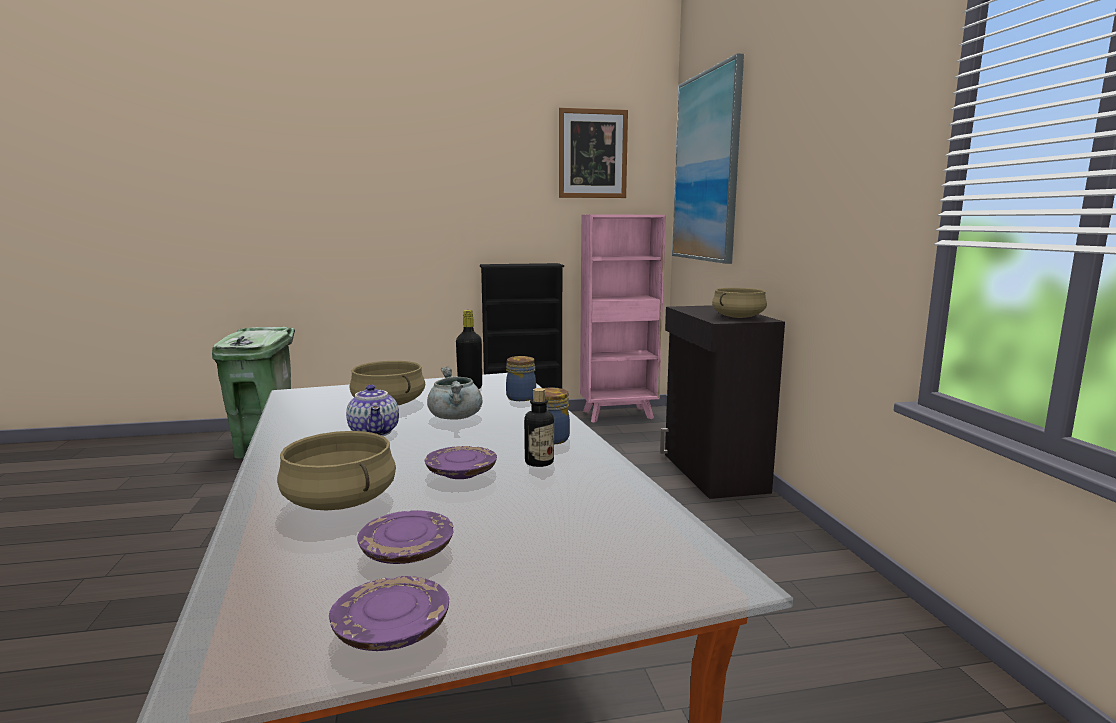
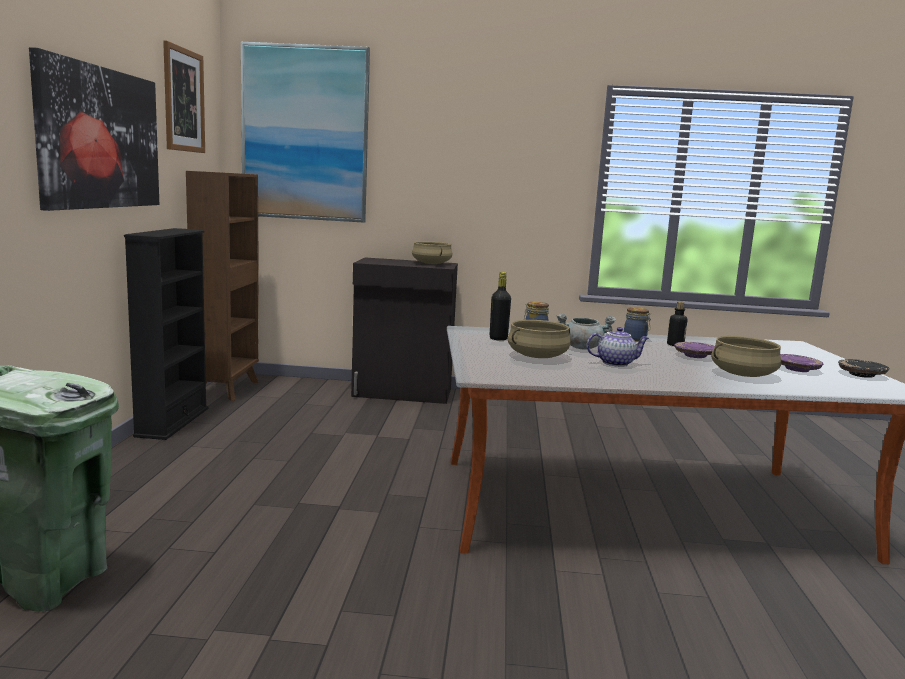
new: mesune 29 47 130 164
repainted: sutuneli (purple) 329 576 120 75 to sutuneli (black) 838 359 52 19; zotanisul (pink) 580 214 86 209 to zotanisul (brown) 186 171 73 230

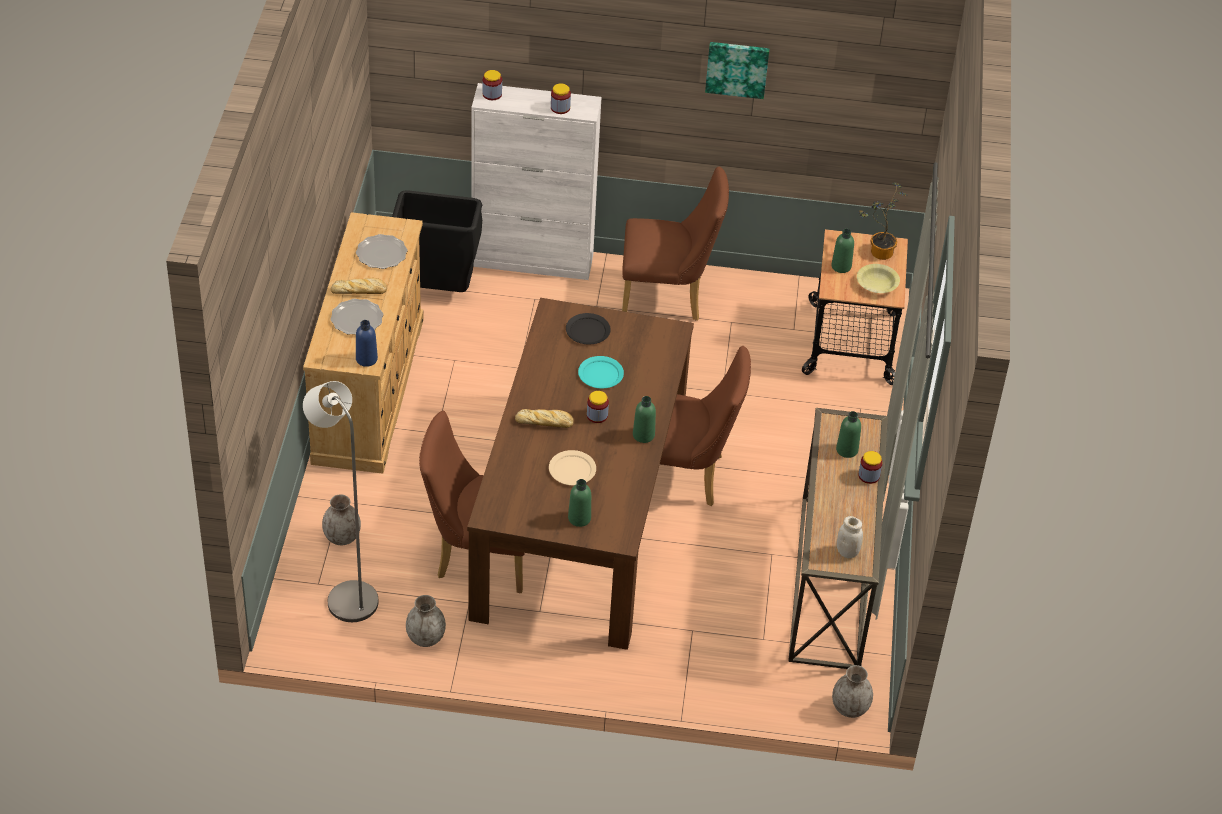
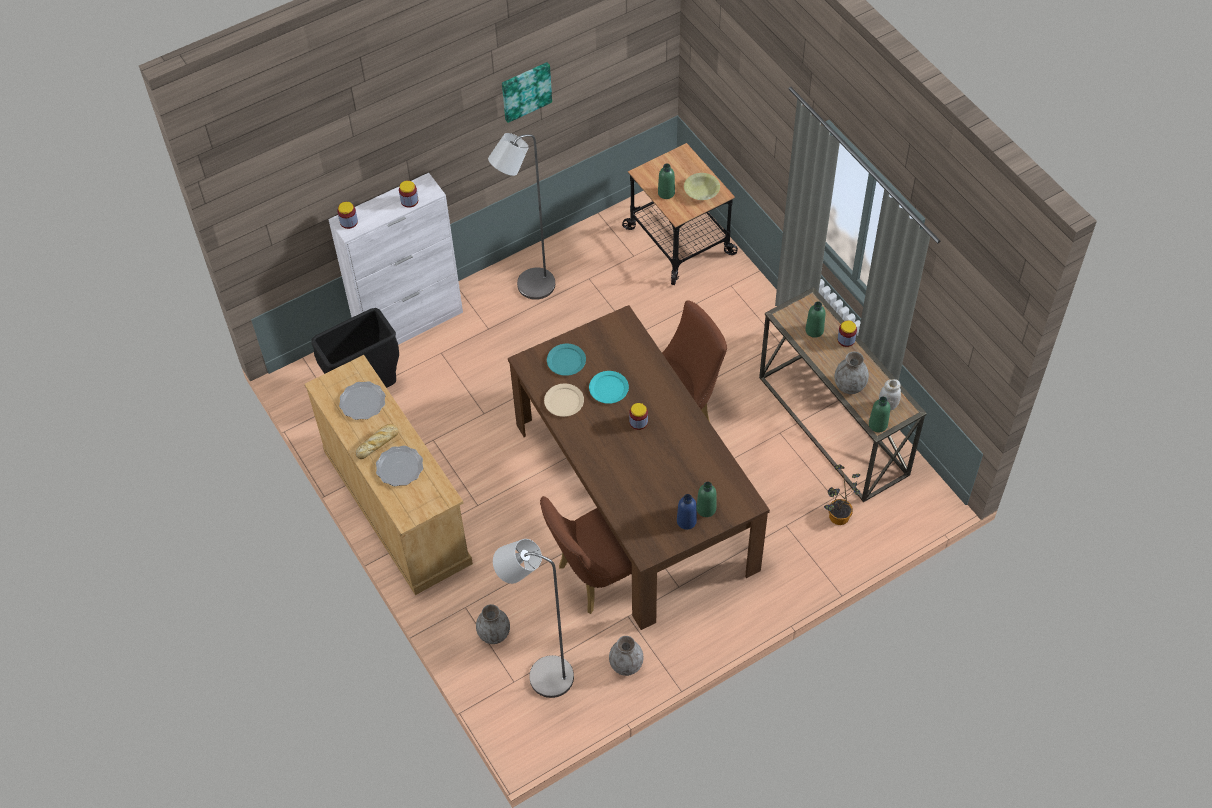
gone: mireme 515 409 59 19
shifted: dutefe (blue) 356 320 22 47 to 677 494 20 36; sutuneli (beige) 549 450 47 35 to 544 384 40 33; dutefe (green) 633 396 23 47 to 869 397 21 35; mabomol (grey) 832 665 41 53 to 835 352 34 42; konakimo 858 182 49 78 to 824 464 36 61
swapped: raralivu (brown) 622 167 107 154 to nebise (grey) 488 133 67 167
repainted: sutuneli (black) 566 313 45 31 to sutuneli (turquoise) 547 344 39 32

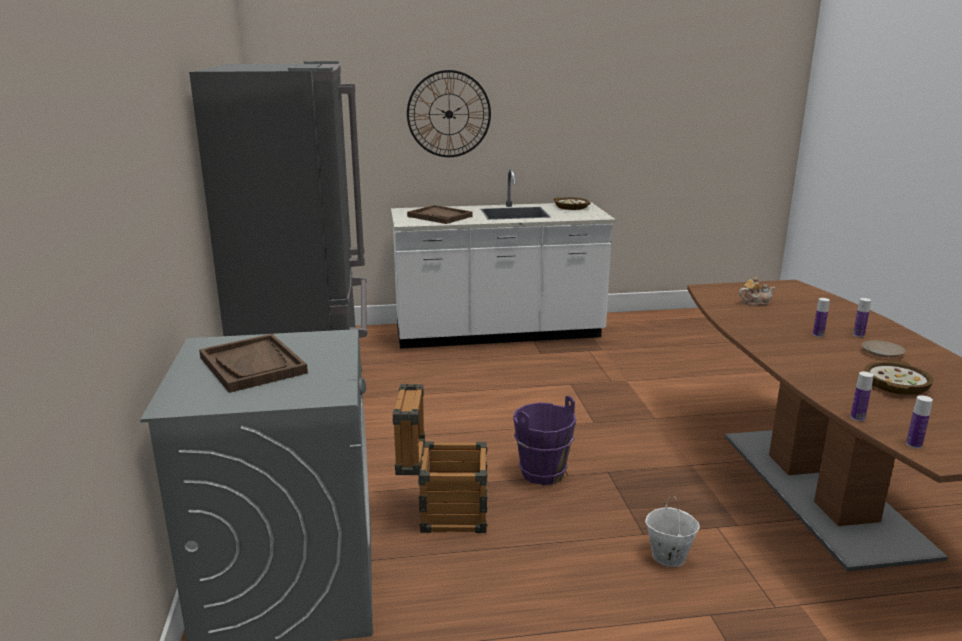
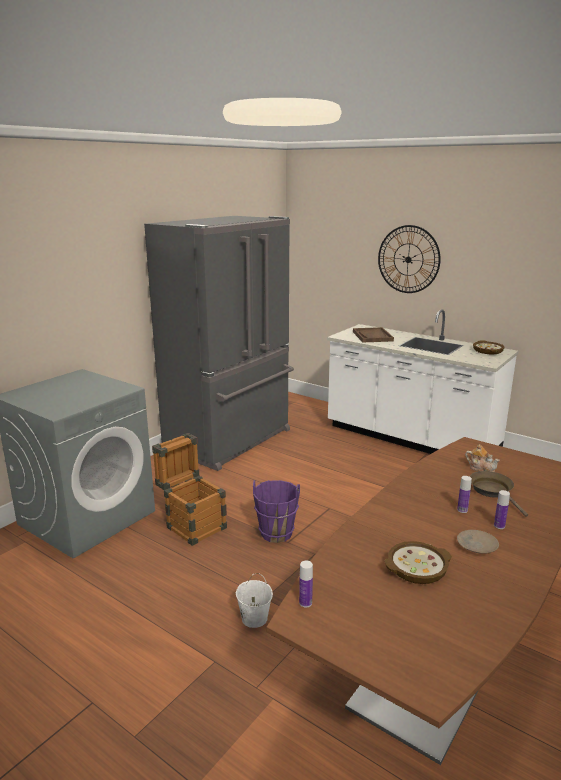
gone: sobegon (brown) 199 334 109 59; dutefe 850 371 24 50
new: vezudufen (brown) 469 471 59 46

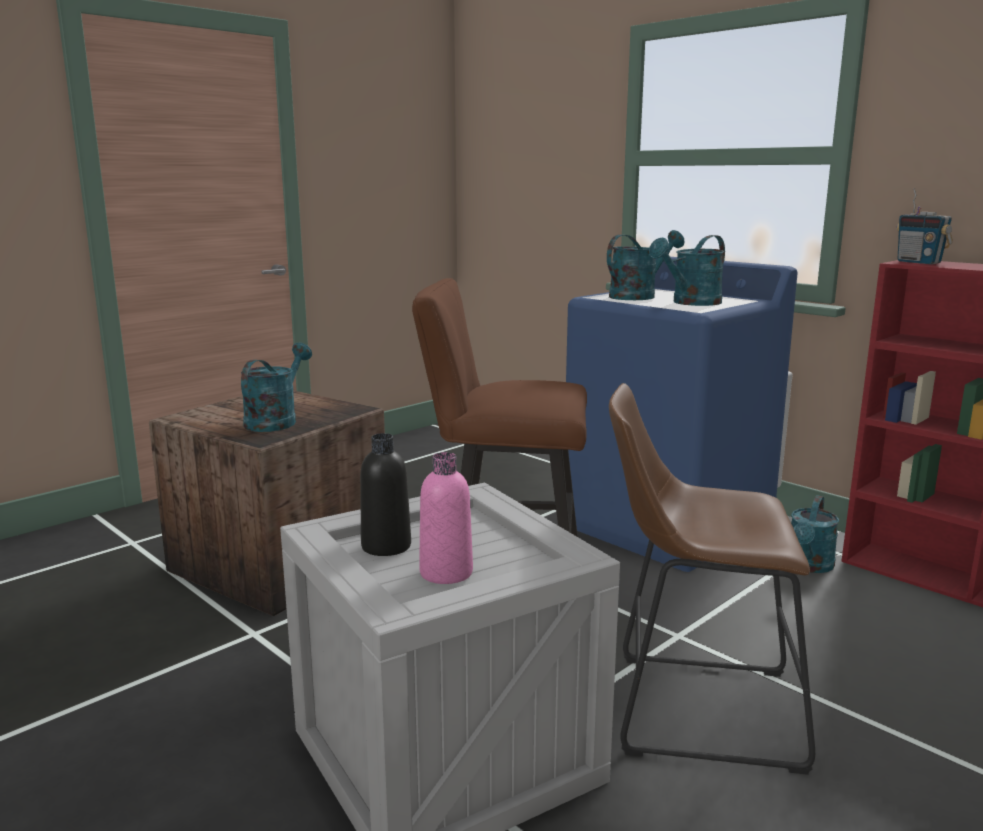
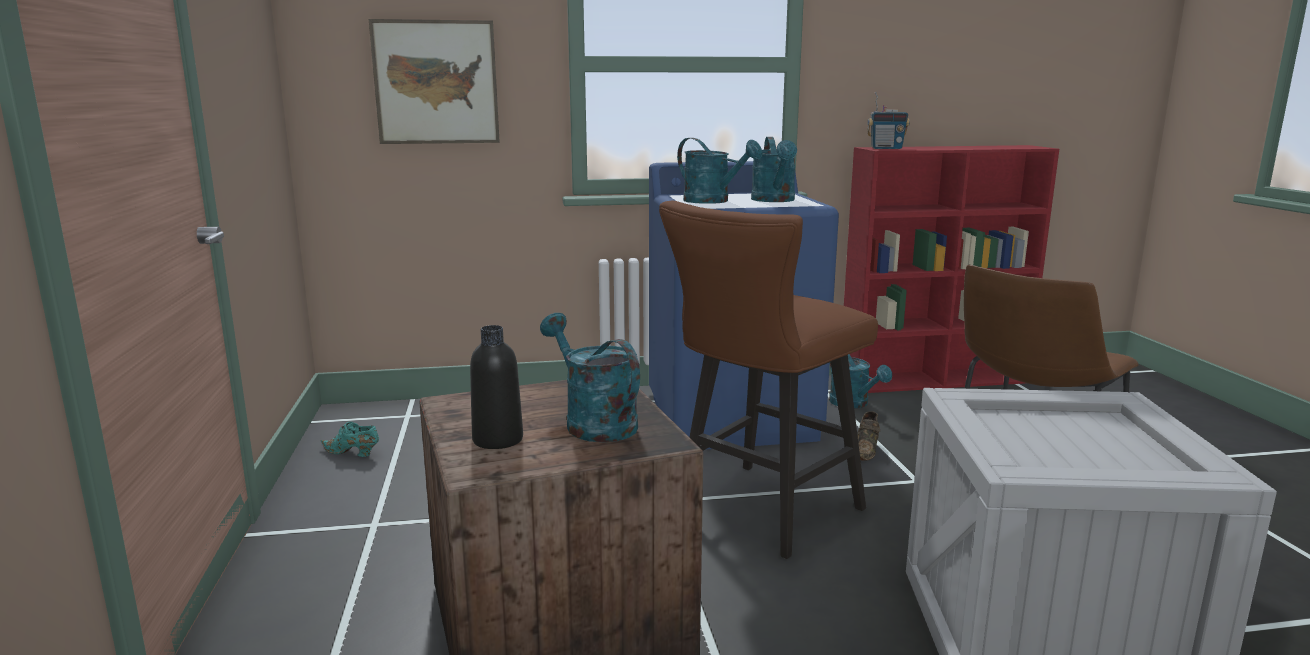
gone: dutefe (pink) 419 452 54 132
new: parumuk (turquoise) 321 422 58 35; mesune 369 19 131 125; parumuk (brown) 857 411 23 50
shifted: dutefe (black) 360 433 51 123 to 470 325 53 124
rotated: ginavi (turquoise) 607 230 77 70 = 677 138 85 66 135 degrees clockwise

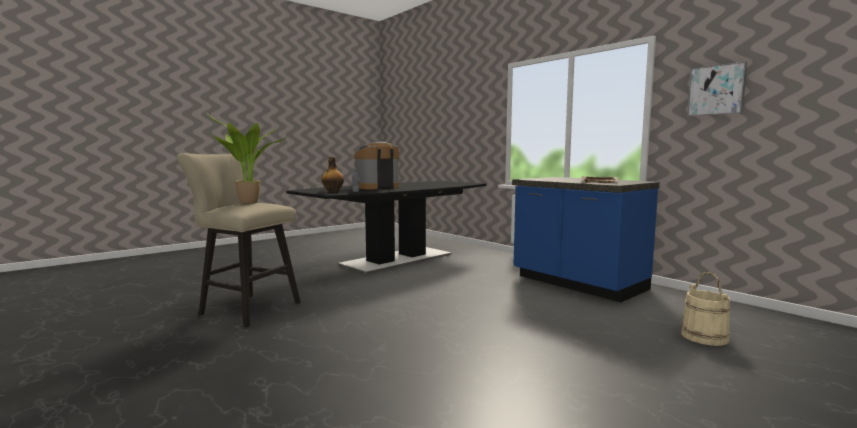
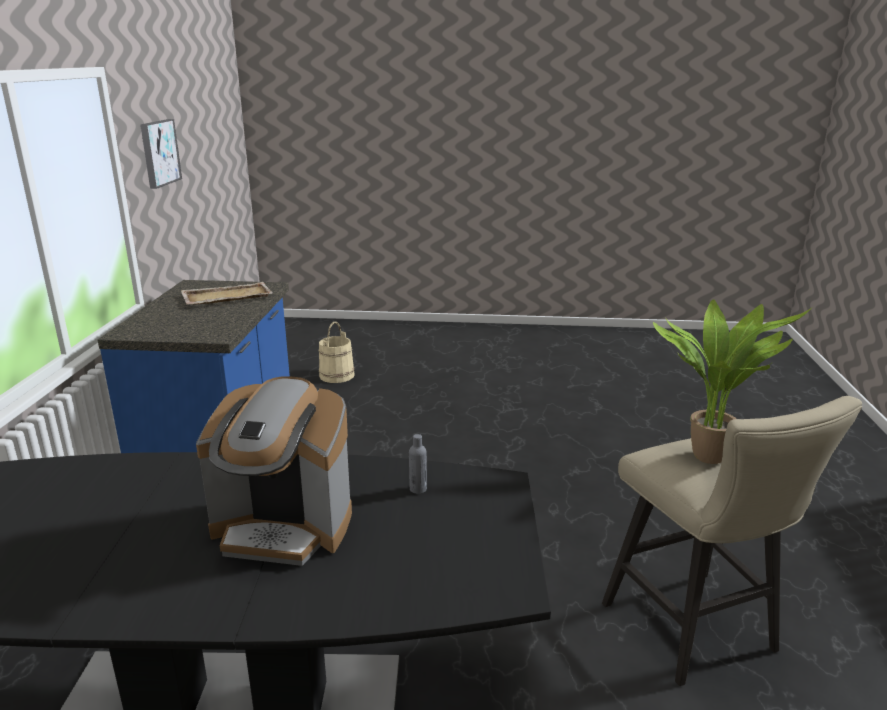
gone: dutefe 322 157 22 36

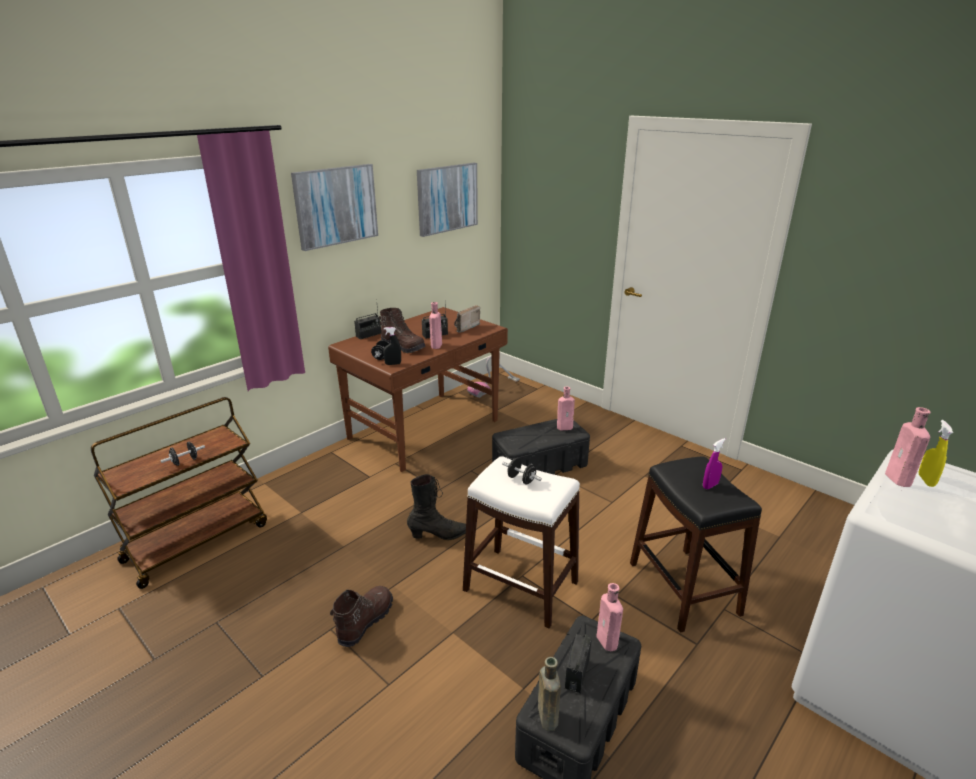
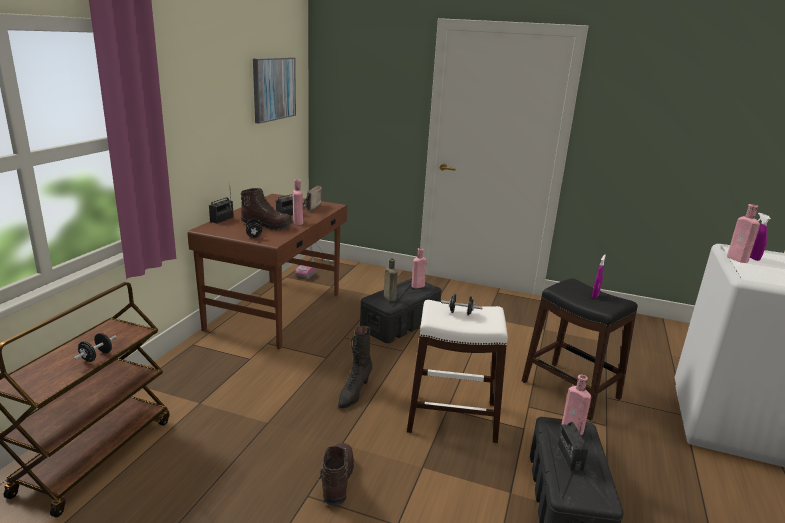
gone: mesune 291 164 87 87; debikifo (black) 383 327 18 38
shifted: dutefe (brown) 538 657 23 74 to 384 258 14 43
repainted: debikifo (yellow) 918 420 35 67 to debikifo (purple) 750 213 21 48
rotated: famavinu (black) 407 474 59 67 = 338 326 34 82 150 degrees clockwise

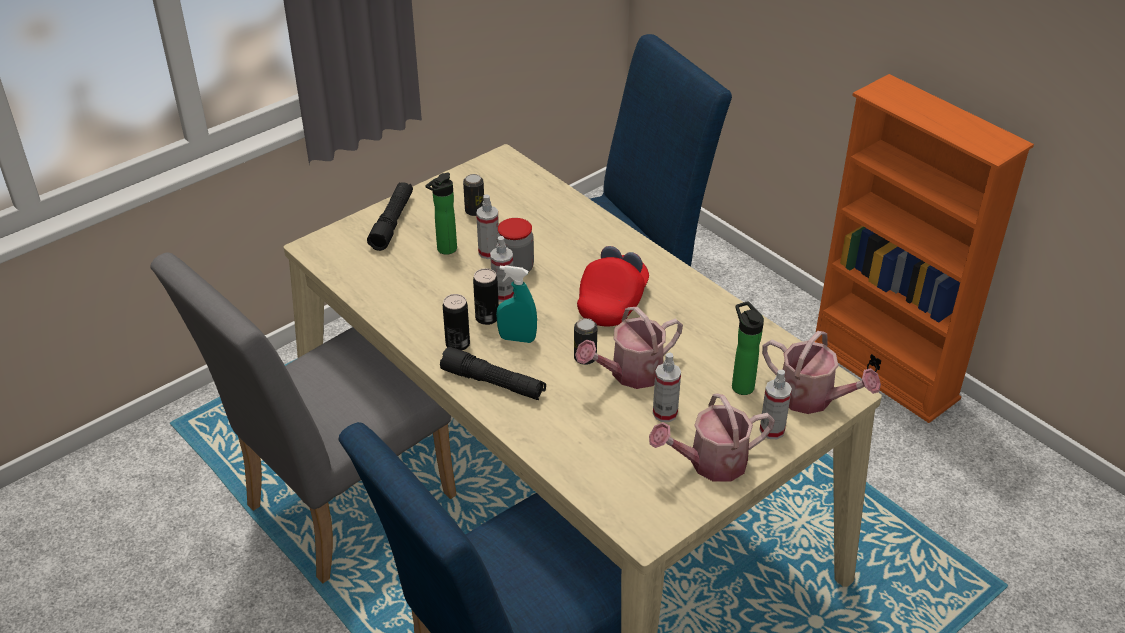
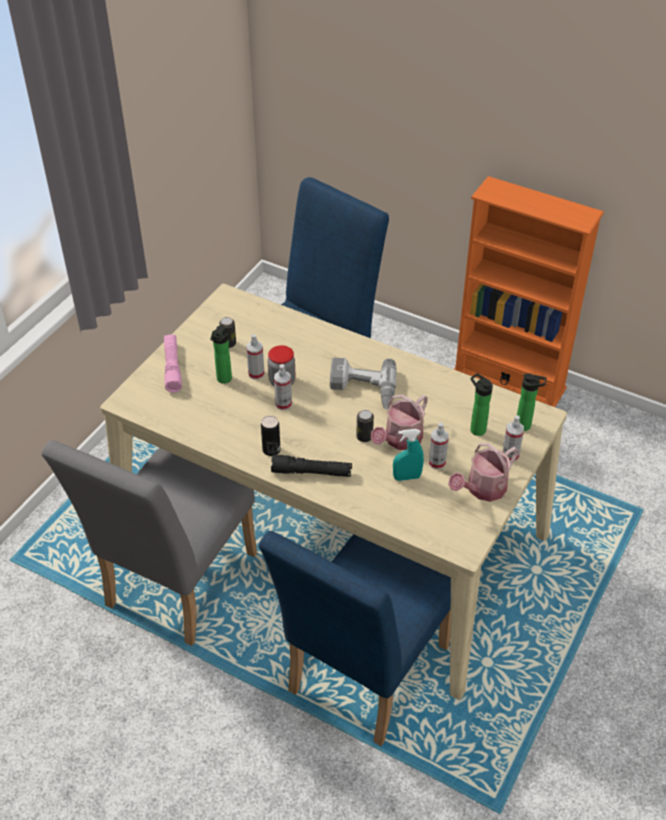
gone: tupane 473 268 26 57
shifted: debikifo (turquoise) 496 265 41 78 to 393 429 31 52
swapped: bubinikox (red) 577 246 72 80 to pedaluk 330 358 67 52; ginavi 762 331 119 83 to dutefe 517 373 30 58
repainted: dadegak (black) 367 182 46 69 to dadegak (pink) 164 334 18 59

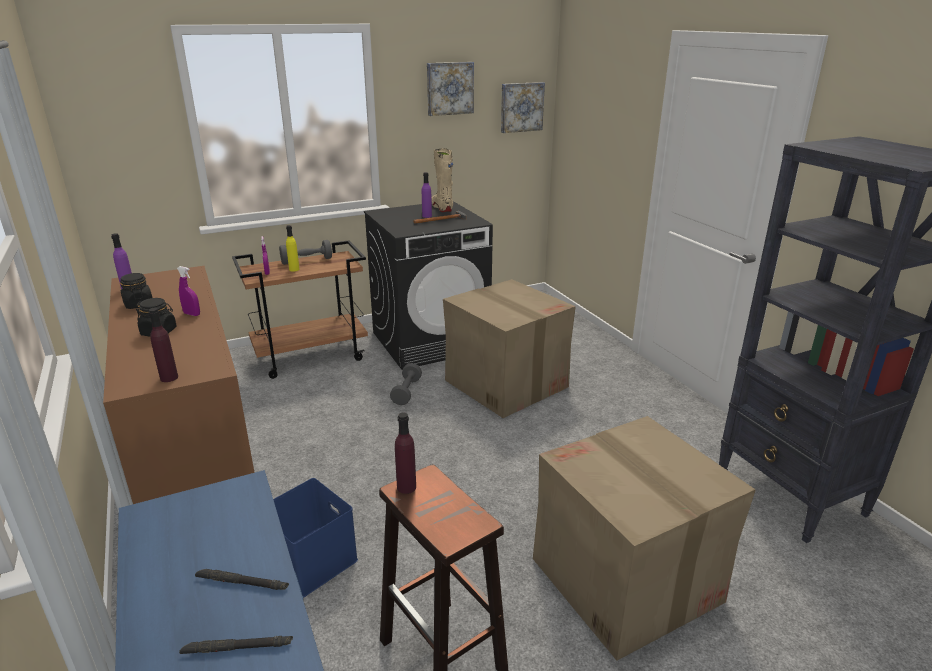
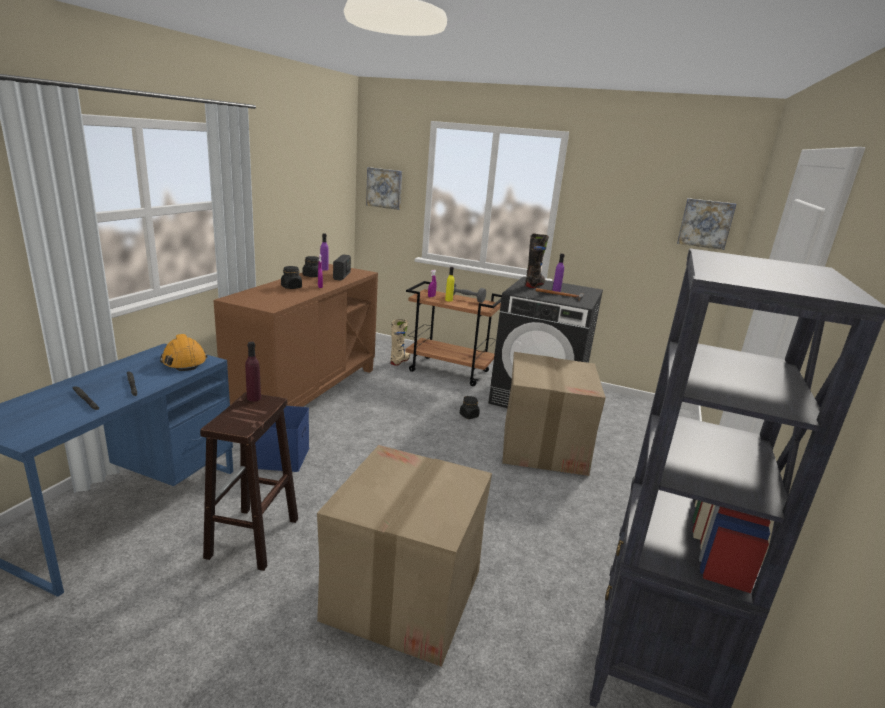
gone: dutefe (purple) 149 308 29 74
new: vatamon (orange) 160 334 47 37; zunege 333 255 18 26; famavinu (black) 525 233 24 55
shifted: mesune 427 62 47 54 to 366 167 36 43; famavinu (beige) 432 148 21 64 to 391 319 19 47
swapped: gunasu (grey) 390 363 32 42 to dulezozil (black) 460 396 20 23

